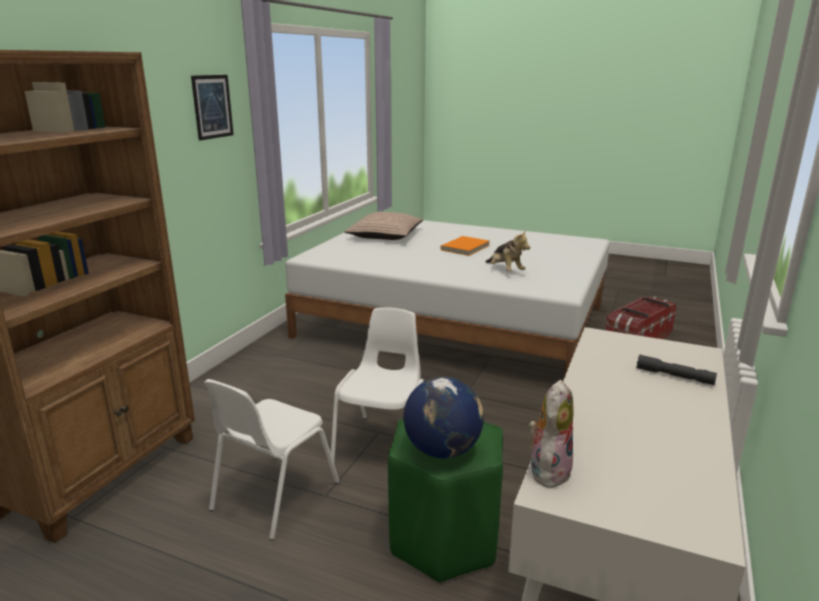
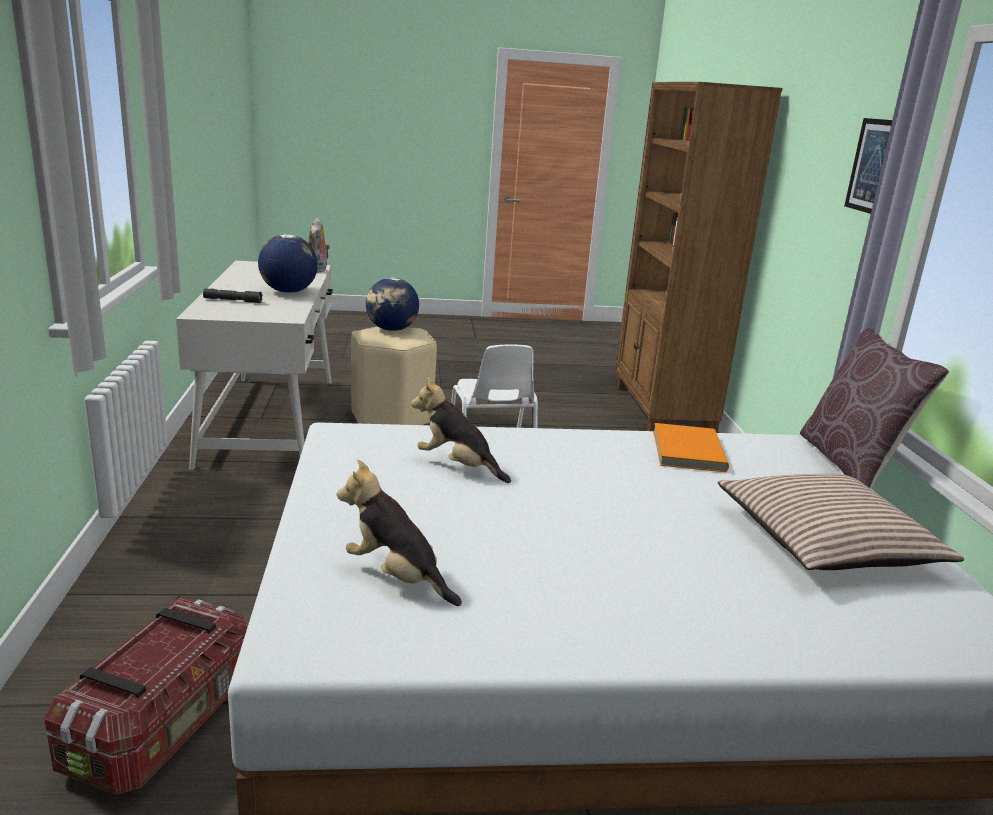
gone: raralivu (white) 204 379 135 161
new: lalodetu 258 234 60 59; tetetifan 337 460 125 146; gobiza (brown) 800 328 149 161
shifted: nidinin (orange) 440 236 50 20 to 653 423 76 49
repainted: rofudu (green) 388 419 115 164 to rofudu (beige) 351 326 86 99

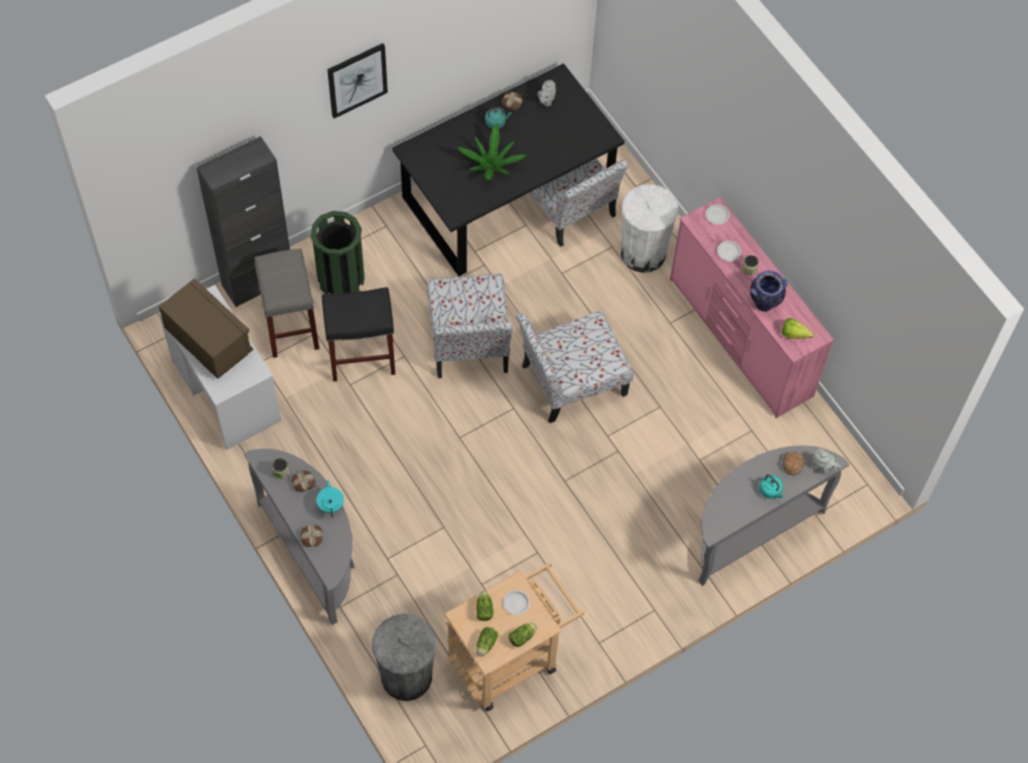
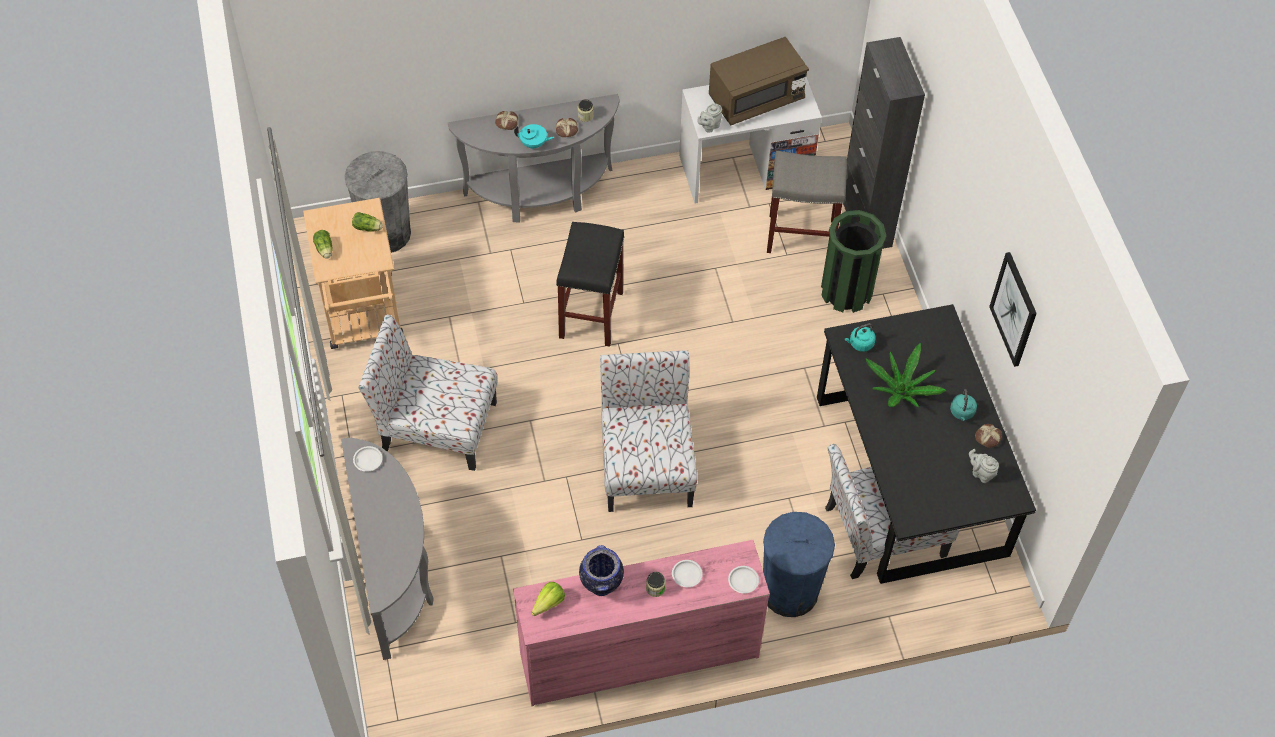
gone: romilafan 476 627 22 30; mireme 782 451 23 24
shifted: rofudu (black) 322 287 73 95 to 556 222 68 125; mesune 327 43 61 75 to 989 252 48 115; raralivu 427 274 85 104 to 358 315 139 156; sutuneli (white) 503 590 27 25 to 353 446 30 26; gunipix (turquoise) 759 474 26 25 to 845 323 31 29; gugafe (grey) 812 449 29 25 to 697 104 25 29
repainted: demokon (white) 621 184 57 89 to demokon (blue) 763 512 72 105

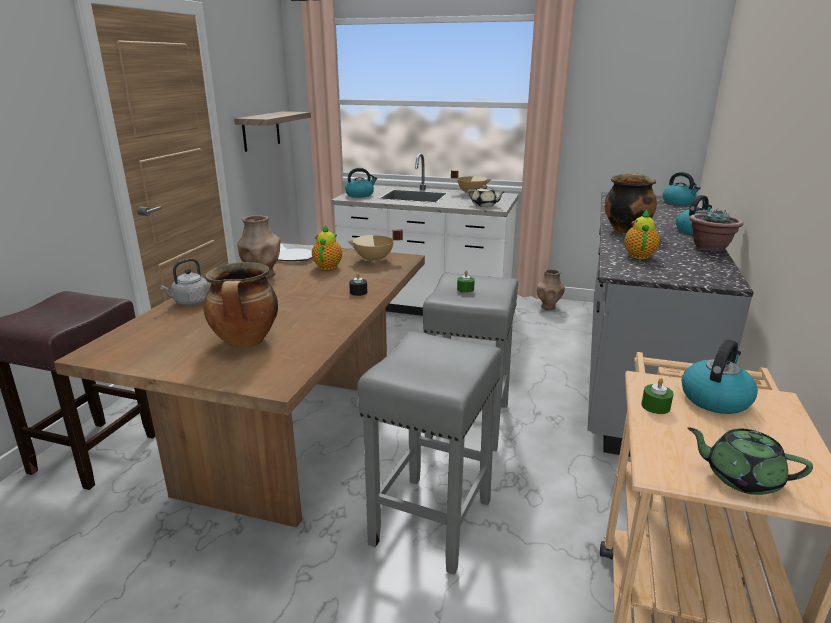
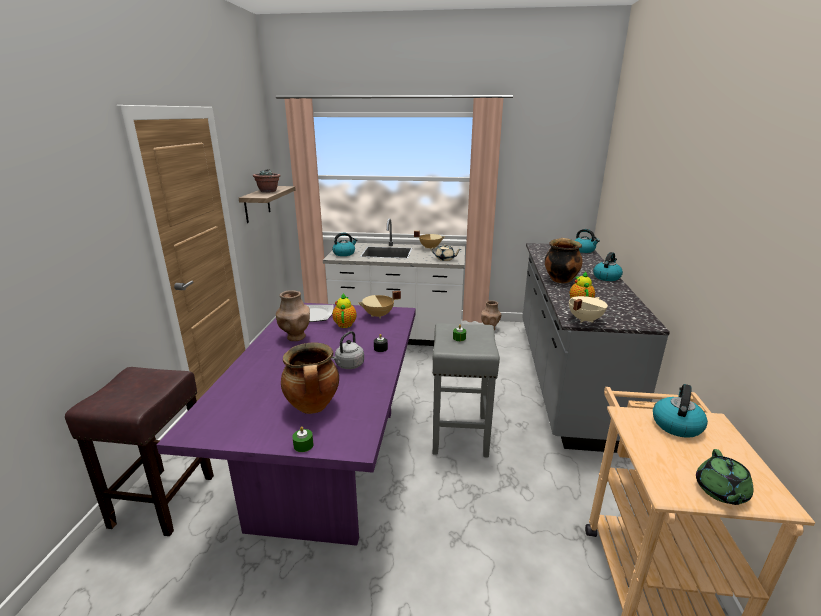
gone: rofudu (grey) 357 331 145 244
new: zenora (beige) 569 296 39 27
shifted: gunipix (grey) 160 258 49 47 to 332 331 32 38; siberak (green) 641 378 33 36 to 292 426 22 26; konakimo 690 208 53 44 to 253 169 28 23
repainted: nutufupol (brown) 54 242 371 286 to nutufupol (purple) 156 303 260 243
rotated: gugafe (green) 687 428 126 67 = 696 449 57 56 90 degrees counterclockwise

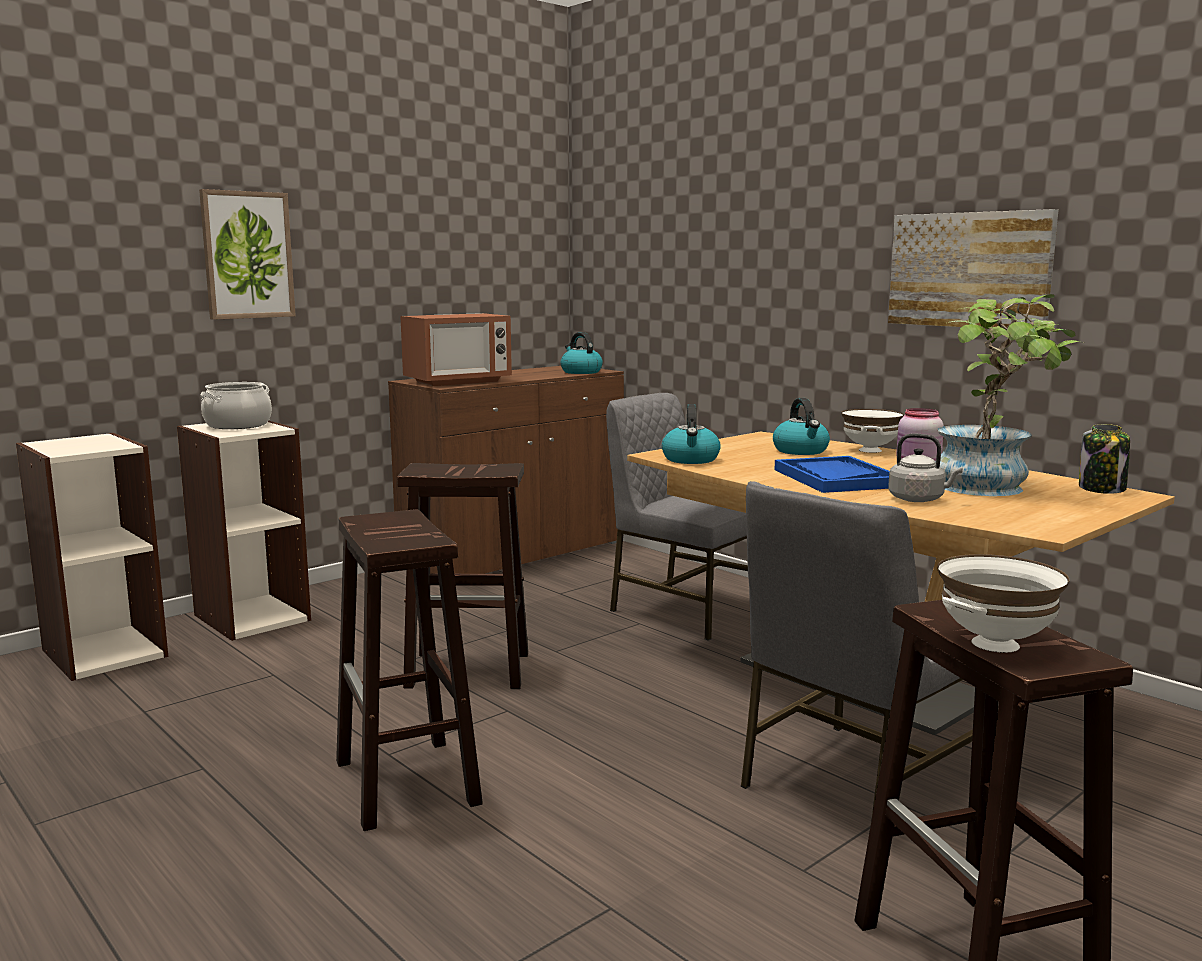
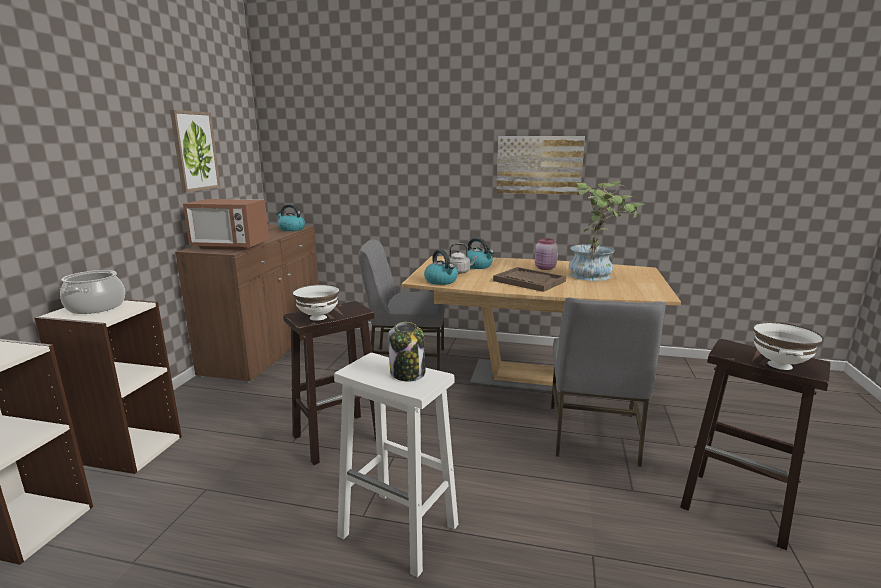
shifted: mesune 199 189 97 131 to 170 110 50 83; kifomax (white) 841 409 63 44 to 292 284 48 37; gunipix (grey) 888 433 75 69 to 449 243 28 31; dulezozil 1079 424 51 70 to 388 322 37 60
repainted: rofudu (brown) 336 509 147 322 to rofudu (white) 334 353 124 225; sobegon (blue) 774 456 116 37 to sobegon (brown) 493 267 73 25
rotated: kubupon 400 313 112 73 = 183 199 86 51 75 degrees clockwise

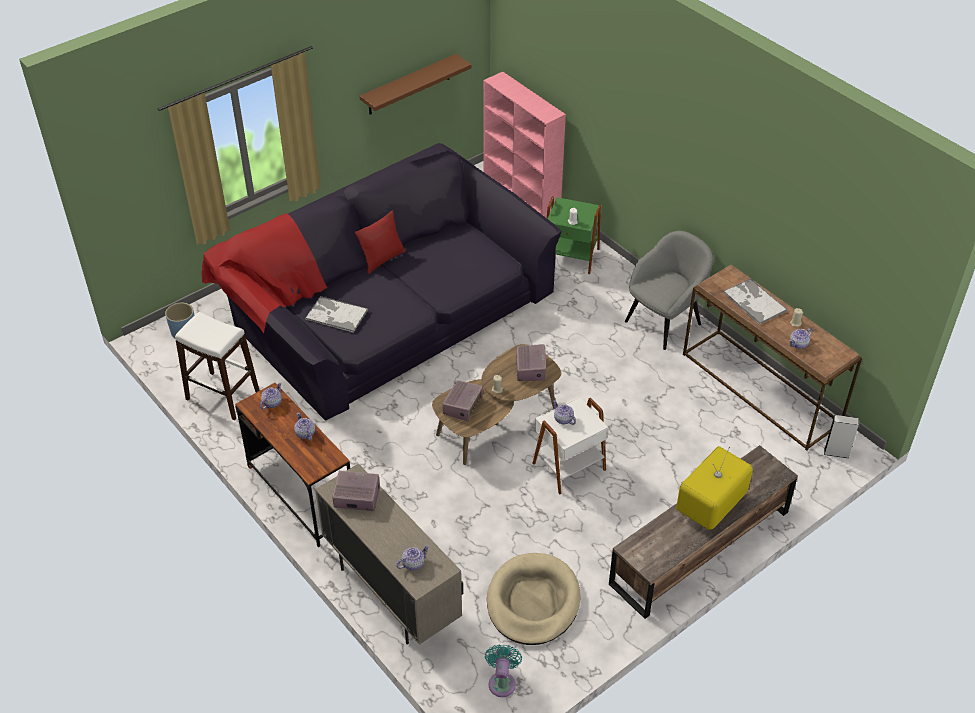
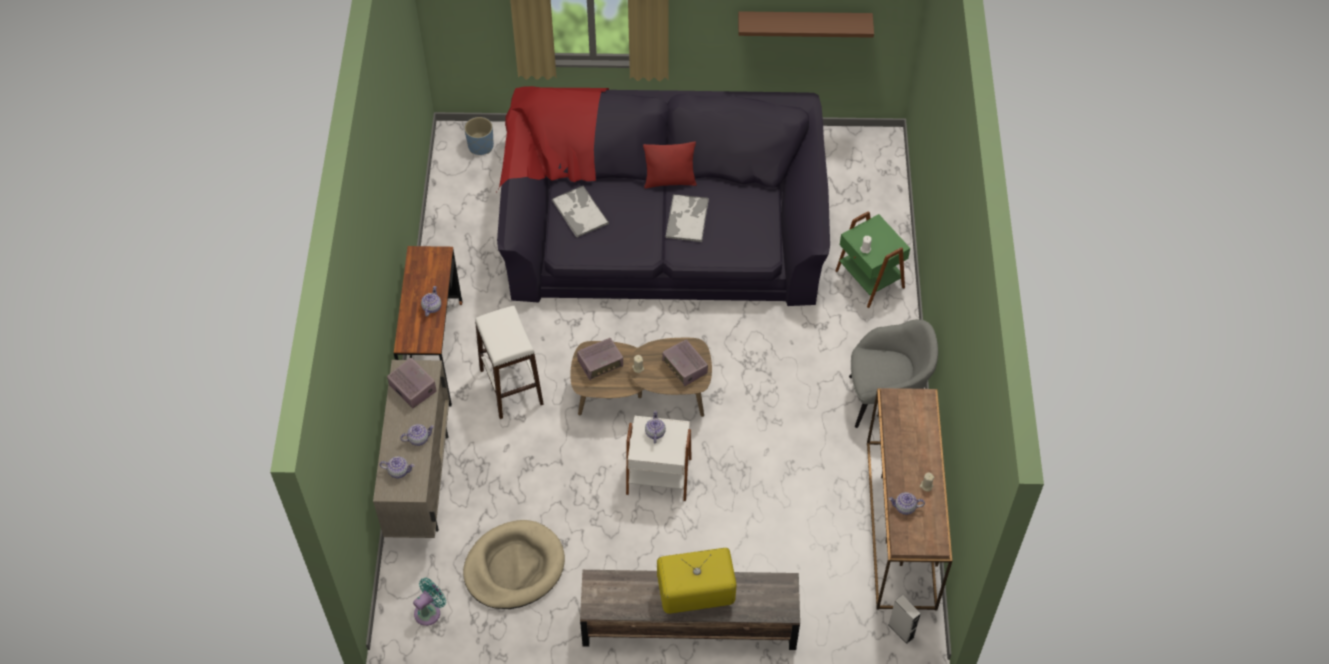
gone: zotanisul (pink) 483 72 83 146
shifted: rofudu (white) 175 312 85 108 to 475 306 69 113; gugafe 260 383 22 26 to 400 424 34 22; sobegon 723 278 65 47 to 665 194 44 48
rotated: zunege 516 344 30 37 = 662 340 46 46 105 degrees clockwise

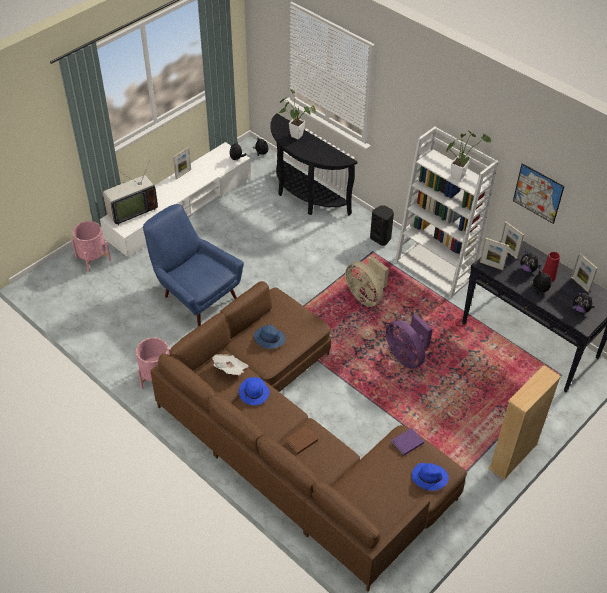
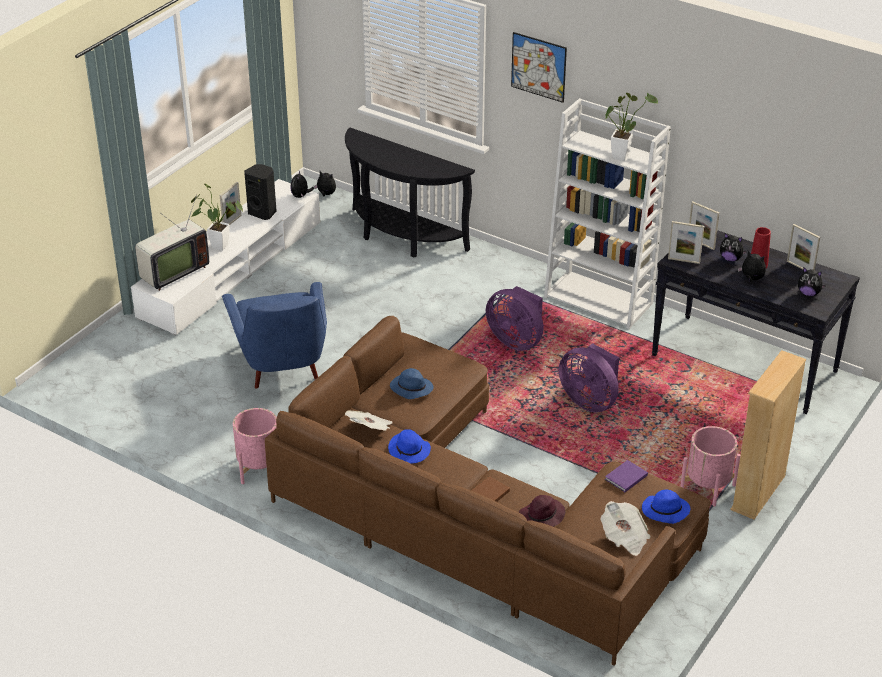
new: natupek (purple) 519 495 46 32; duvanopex 600 501 51 55
shifted: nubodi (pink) 71 221 40 51 to 680 426 60 81; konakimo 279 89 37 50 to 191 183 52 68; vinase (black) 370 205 24 41 to 244 164 32 56; mesune 513 163 52 61 to 511 32 56 71
repainted: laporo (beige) 345 256 44 51 to laporo (purple) 486 286 58 65
rotated: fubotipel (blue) 143 204 101 122 = 222 282 105 106 135 degrees counterclockwise

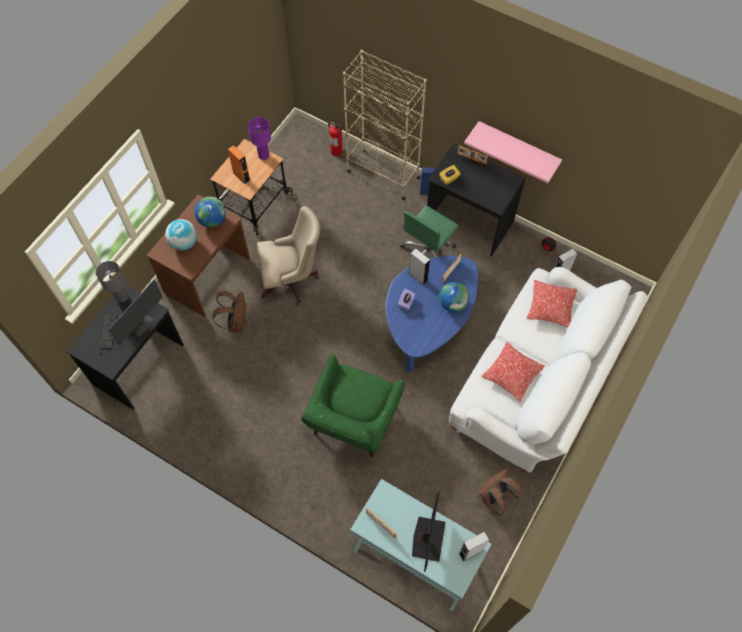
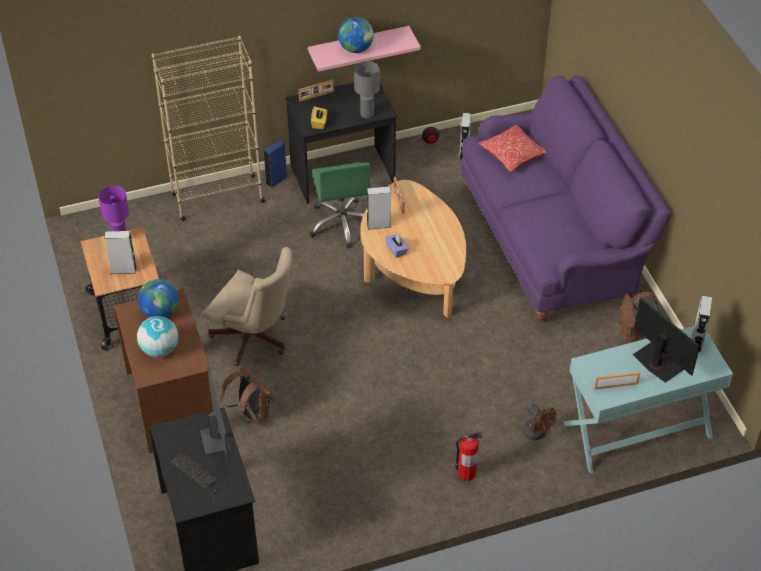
gone: fubotipel (green) 301 353 103 104; gobiza 481 342 64 60
new: laporo (brown) 522 404 35 36
shifted: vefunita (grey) 96 261 32 42 to 354 61 26 57; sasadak 328 121 15 35 to 455 432 27 49; lalodetu 439 282 30 30 to 338 17 36 36
repainted: vinase (orange) 228 145 22 39 to vinase (grey) 105 231 32 43; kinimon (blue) 385 256 93 117 to kinimon (beige) 360 180 106 138; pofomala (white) 449 267 199 206 to pofomala (purple) 462 75 210 247
rotated: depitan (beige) 257 206 63 100 = 203 247 89 119 90 degrees clockwise

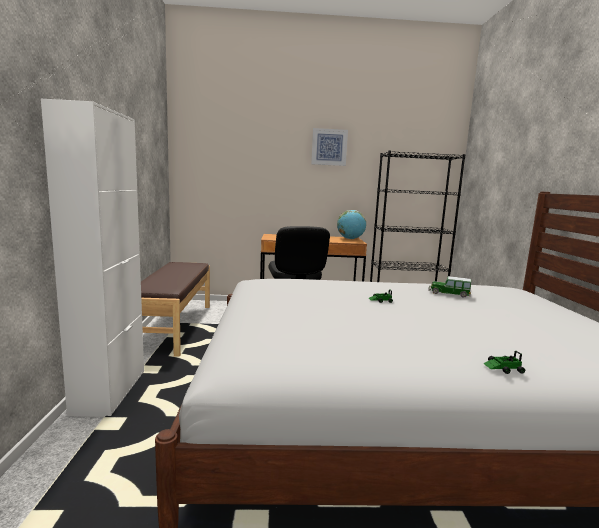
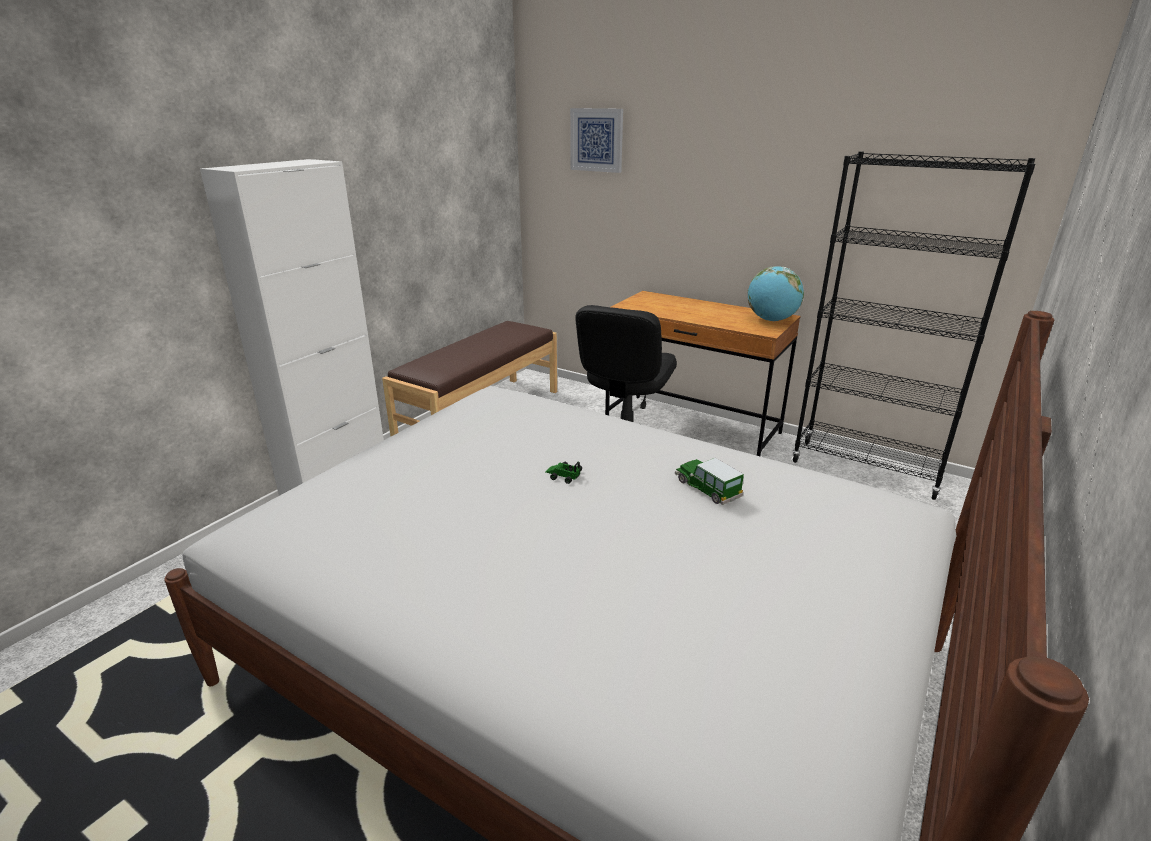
gone: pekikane 483 351 42 23
shifted: mesune 311 128 37 38 to 570 108 53 65

